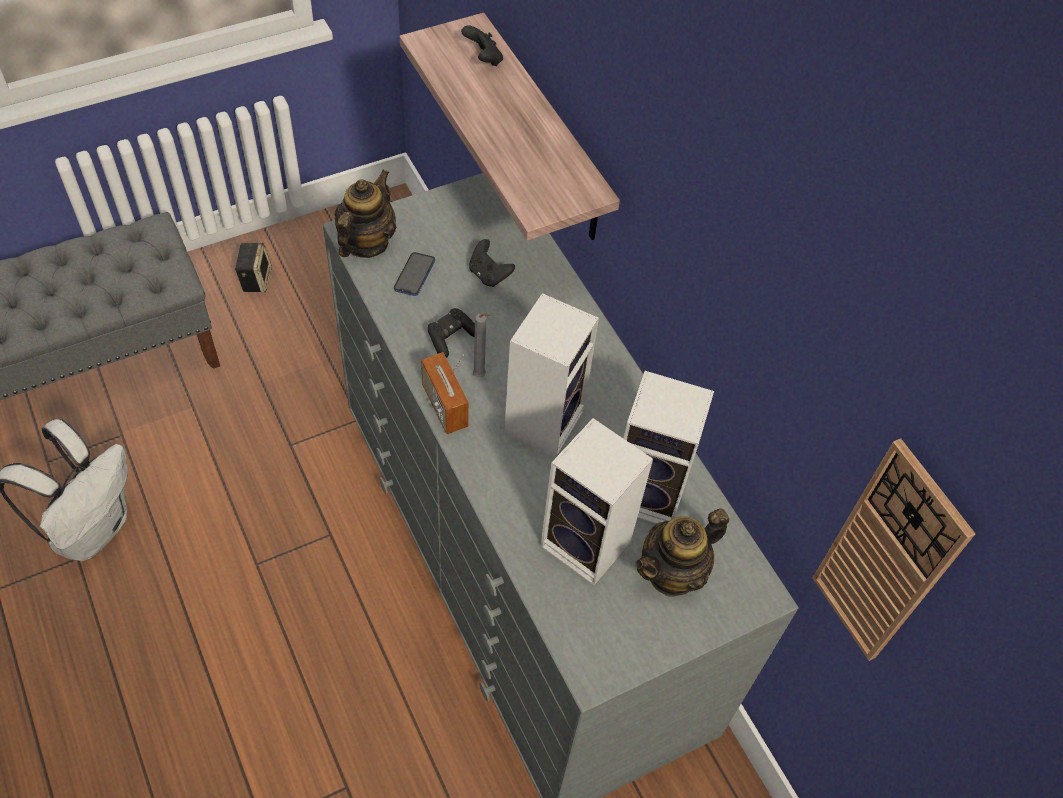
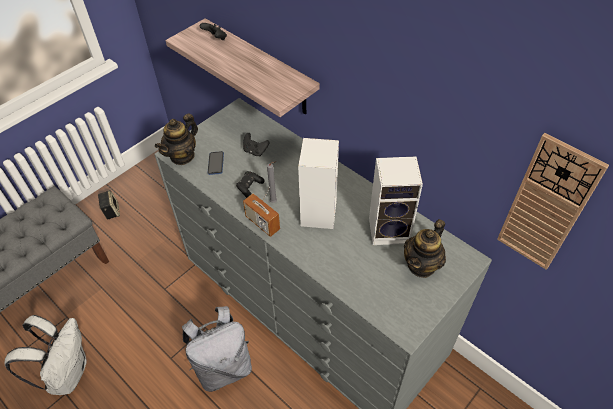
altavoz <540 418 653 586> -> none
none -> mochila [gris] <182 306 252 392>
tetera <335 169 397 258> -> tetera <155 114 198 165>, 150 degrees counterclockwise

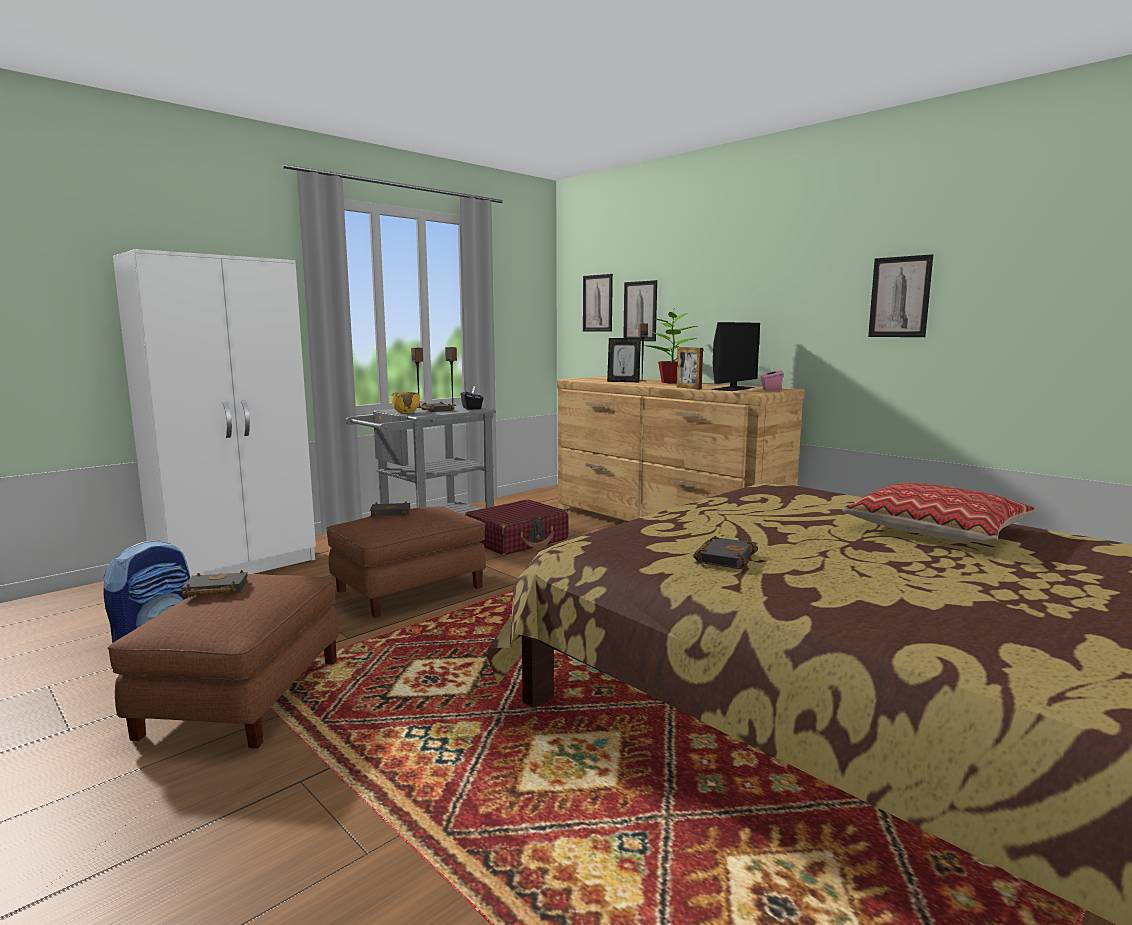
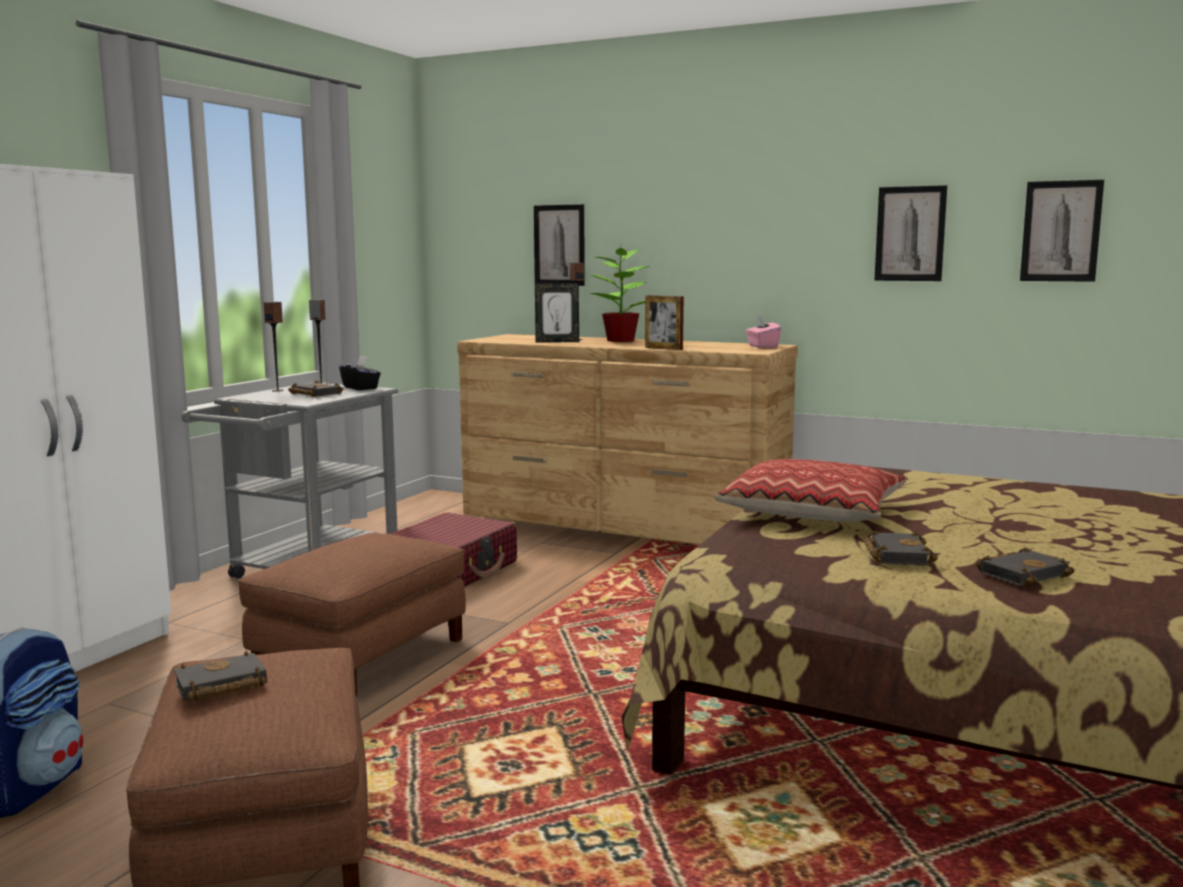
cuenco [amarillo] <391 392 420 413> -> none
monitor <712 322 760 391> -> none
libro [negro] <370 501 410 517> -> libro [negro] <976 547 1075 587>, moved
cuadro <583 274 613 332> -> cuadro <1020 180 1104 282>, moved
cojín <842 483 1036 542> -> cojín <714 459 906 522>, moved

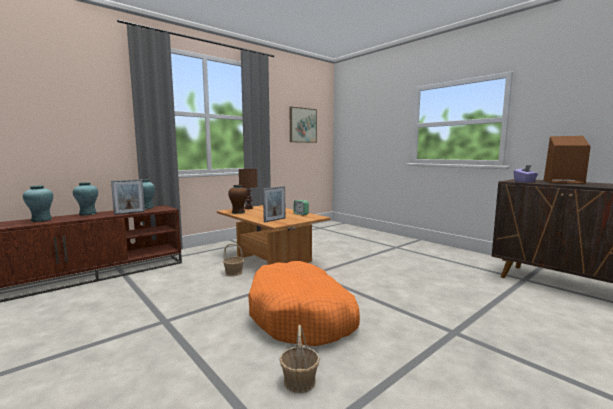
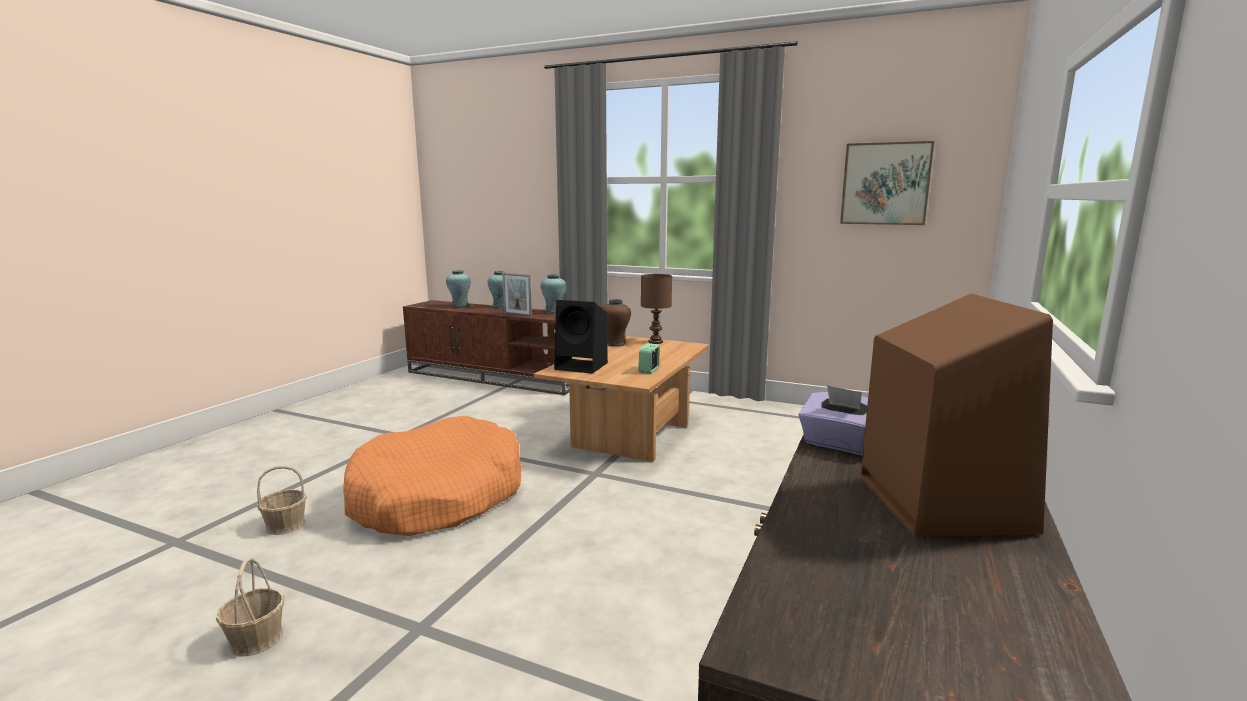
cesta <223 243 244 276> -> cesta <216 558 285 656>, moved
portarretratos <263 186 286 222> -> altavoz [negro] <554 300 608 373>

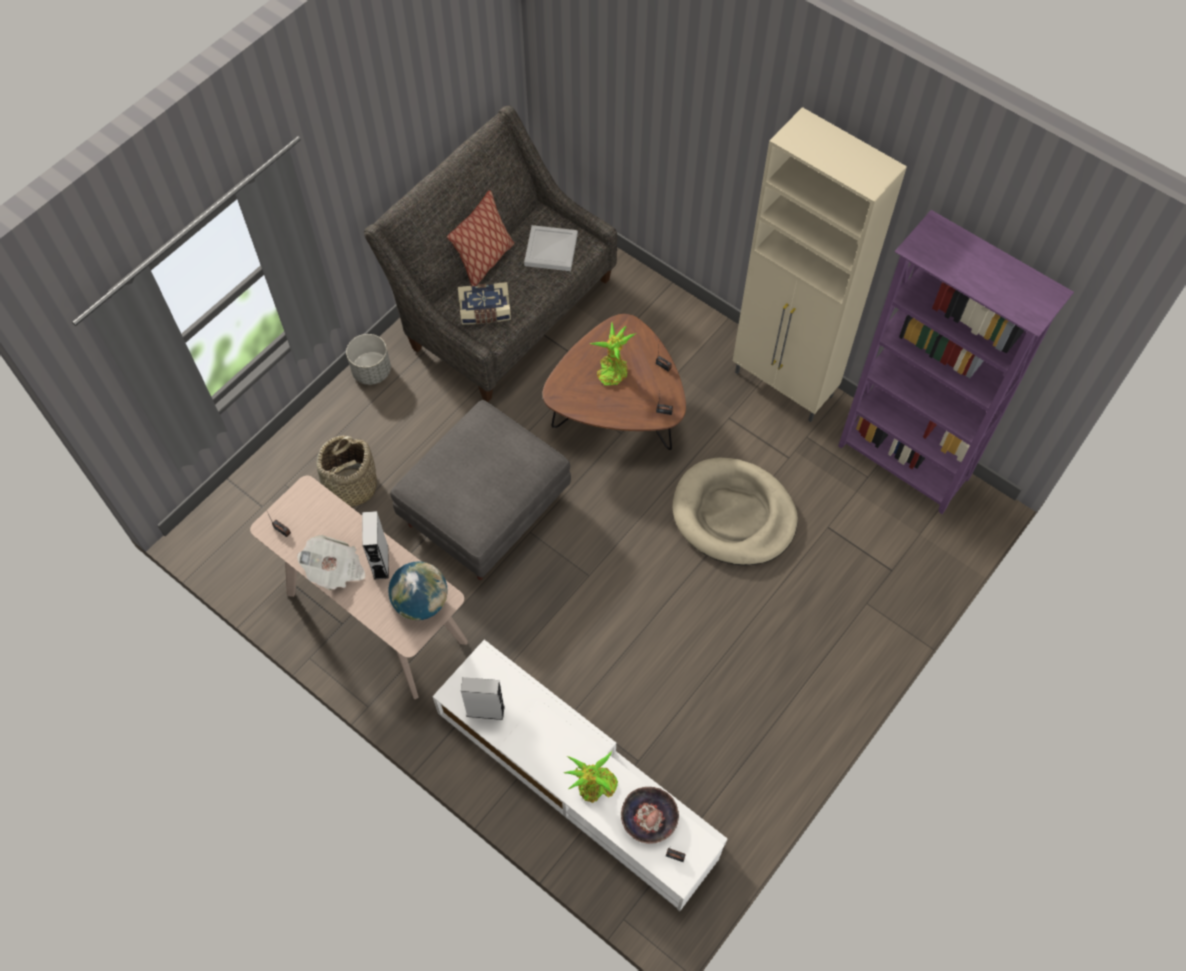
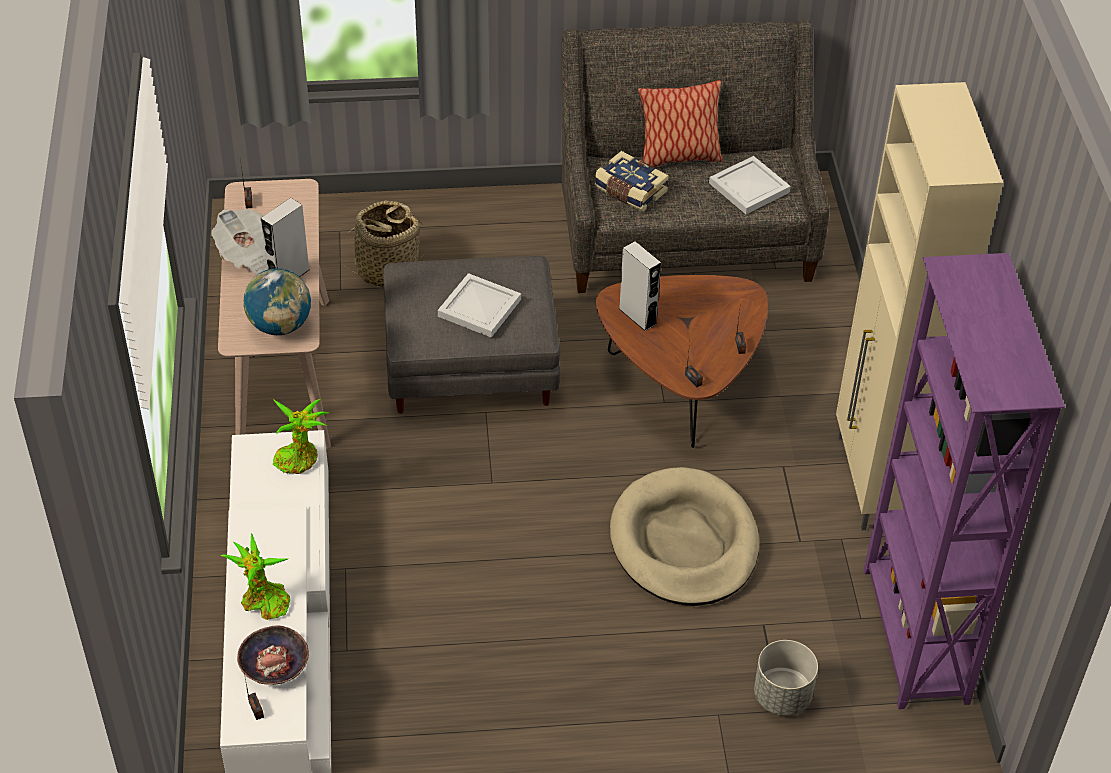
none -> bandeja [blanco] <438 273 521 338>
maceta [gris] <346 334 391 385> -> maceta [gris] <754 640 818 716>, moved
altavoz [gris] <461 677 505 720> -> altavoz [gris] <619 241 661 331>, moved
planta en maceta <589 322 637 385> -> planta en maceta <273 399 329 474>, moved

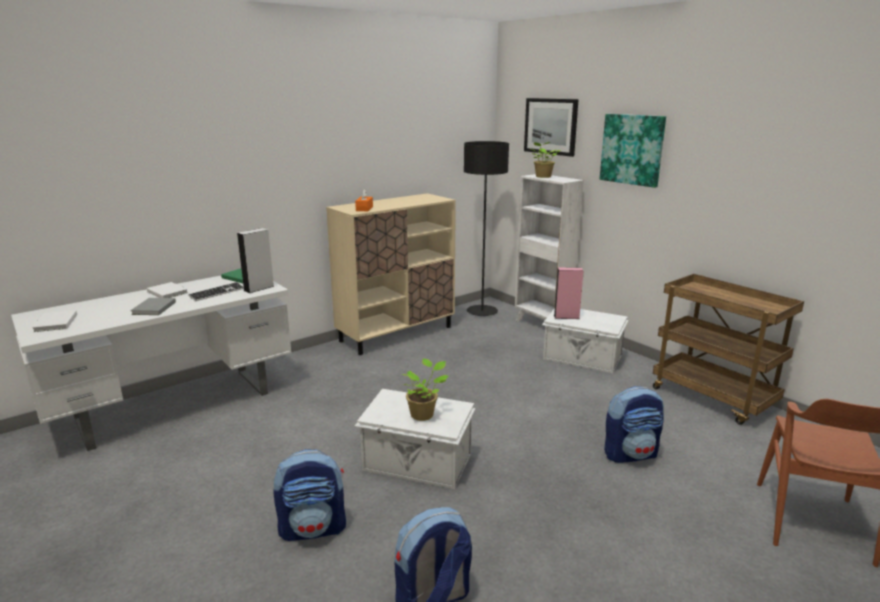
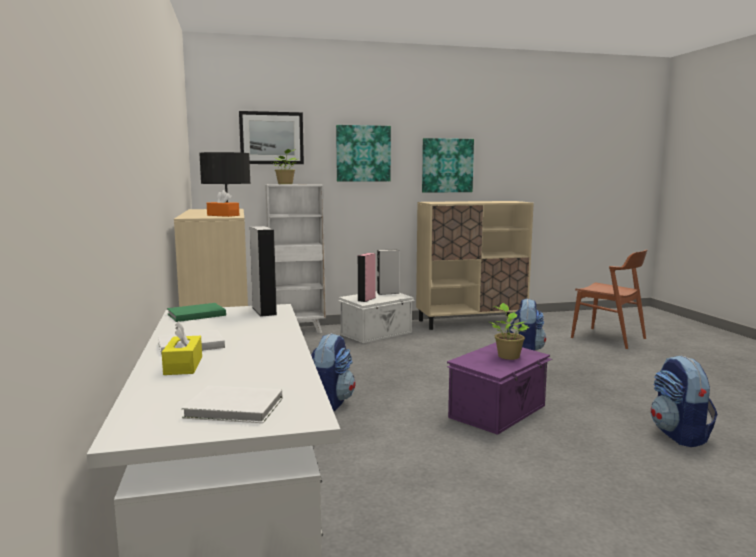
libro [gris] <130 298 176 315> -> none
teclado <188 282 244 301> -> none
none -> caja de pañuelos [amarillo] <162 321 202 375>
none -> altavoz [gris] <377 250 399 295>
none -> cuadro <422 138 474 193>
mochila <273 449 346 541> -> mochila <311 333 356 411>, moved
carrito [marrón] <653 274 804 425> -> armario [beis] <416 201 534 330>
caja de almacenaje [blanco] <355 389 476 489> -> caja de almacenaje [morado] <447 343 552 435>

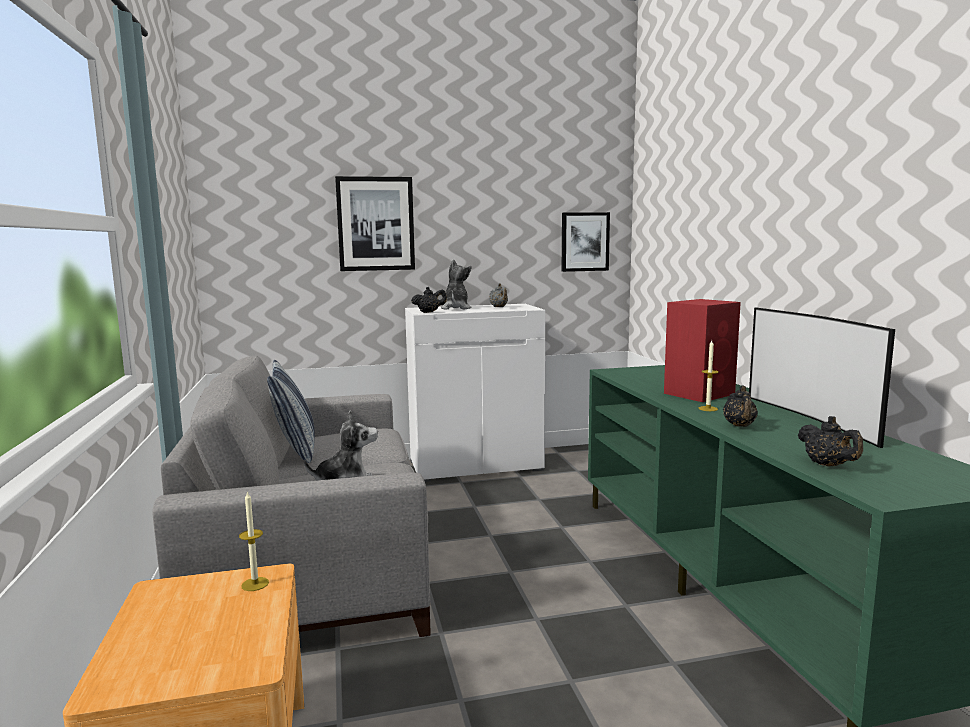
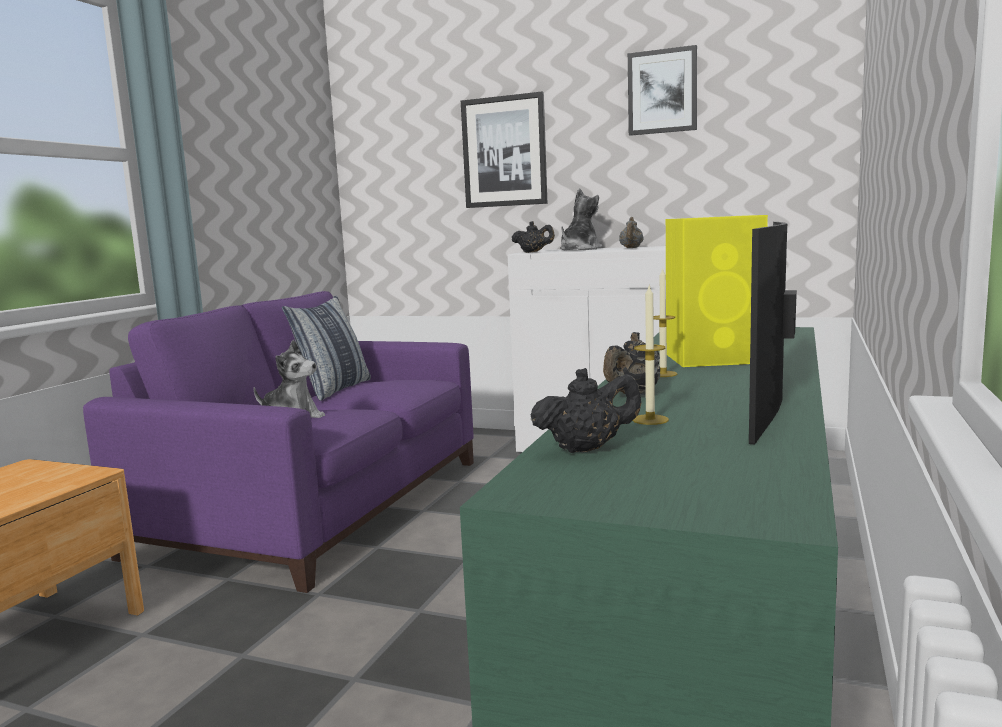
vela <239 491 269 591> -> vela <633 286 669 425>, moved
cuadro <562 212 610 272> -> cuadro <628 45 697 136>, moved
sofá [gris] <152 356 431 637> -> sofá [morado] <83 291 474 593>
altavoz [rojo] <664 299 741 402> -> altavoz [amarillo] <666 215 768 367>
tetera [negro] <798 416 863 466> -> tetera [negro] <530 368 641 453>, 120 degrees counterclockwise

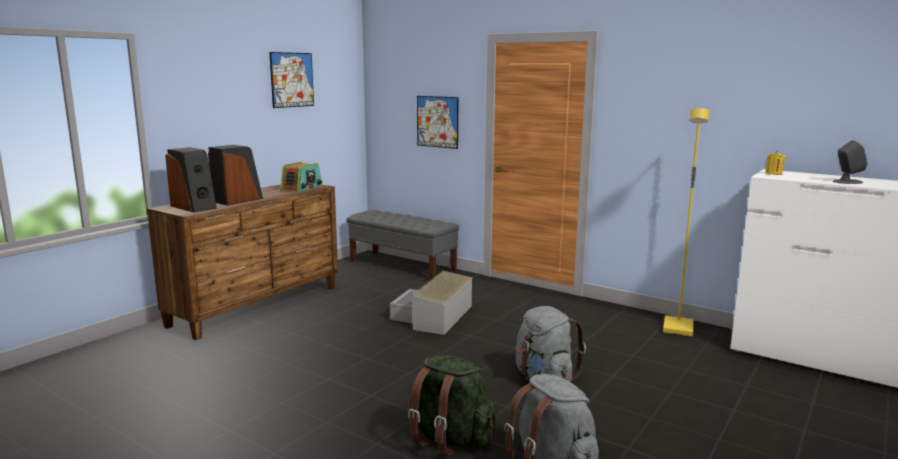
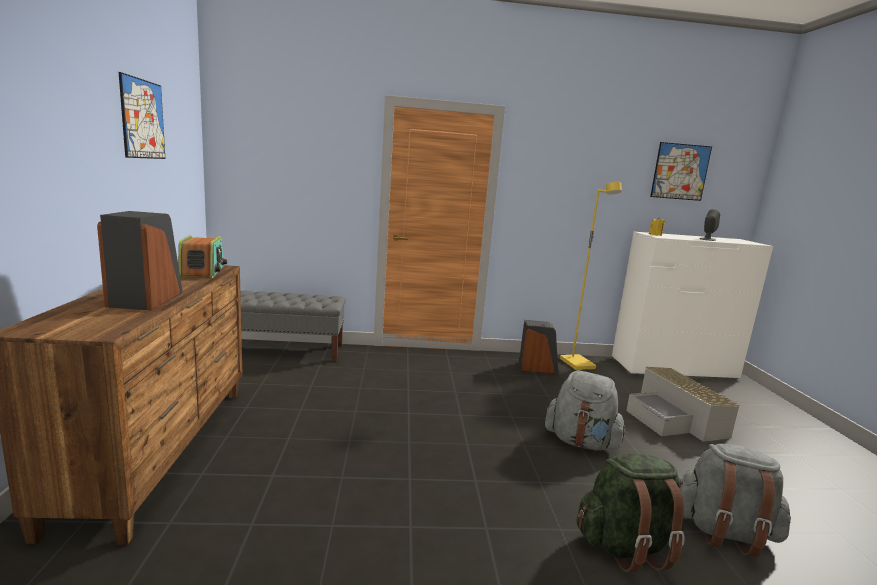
altavoz <165 147 217 213> -> altavoz <519 320 558 374>, moved
caja de almacenaje [gris] <390 271 473 335> -> caja de almacenaje [gris] <626 367 740 442>, moved
cuadro <417 96 458 149> -> cuadro <650 142 712 201>, moved

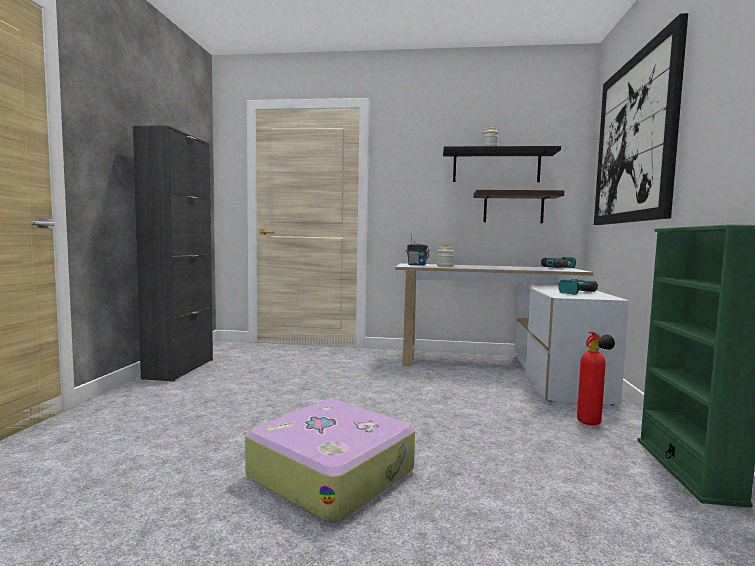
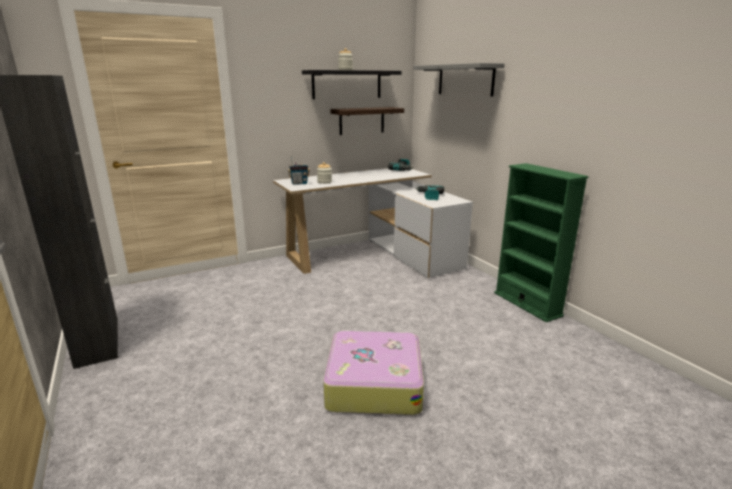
extintor <577 332 615 425> -> none
cuadro <594 13 688 225> -> estante [gris] <413 63 504 97>

